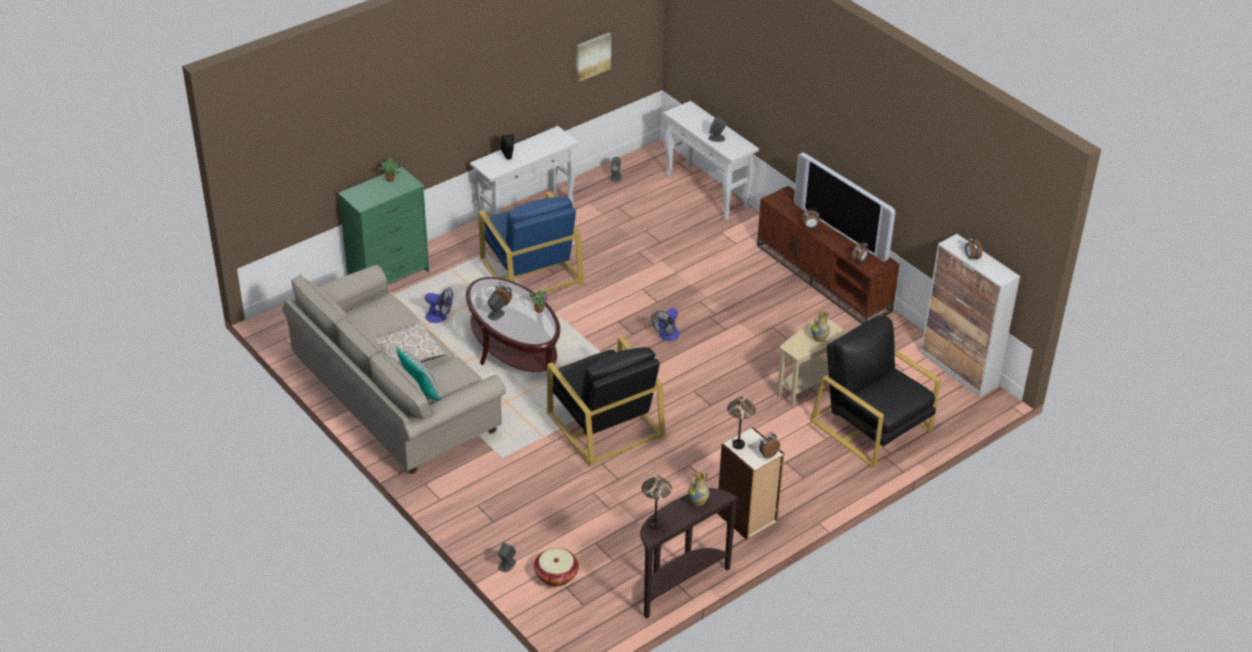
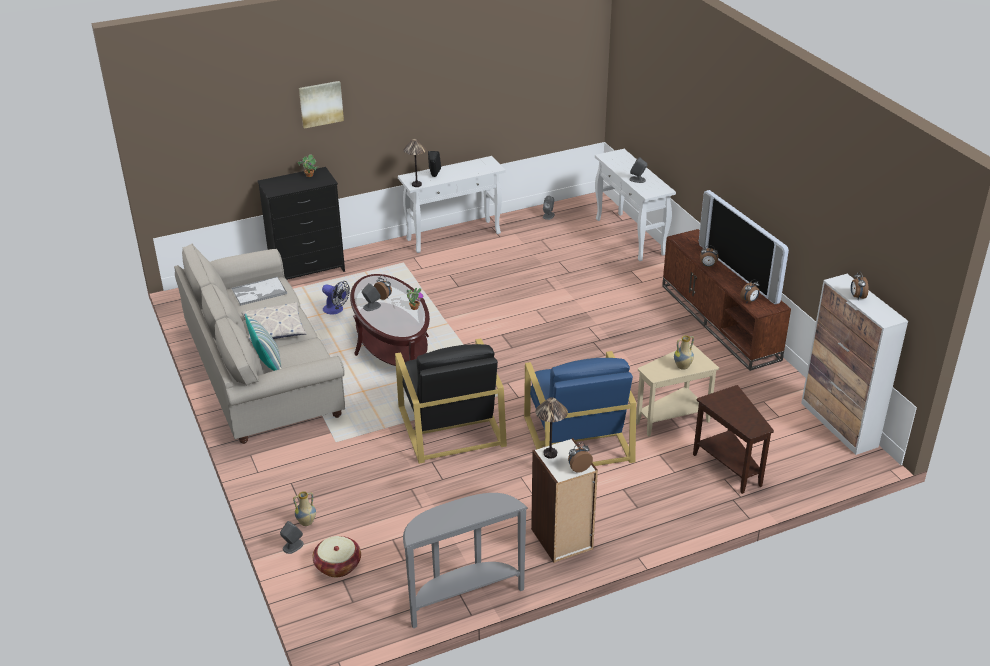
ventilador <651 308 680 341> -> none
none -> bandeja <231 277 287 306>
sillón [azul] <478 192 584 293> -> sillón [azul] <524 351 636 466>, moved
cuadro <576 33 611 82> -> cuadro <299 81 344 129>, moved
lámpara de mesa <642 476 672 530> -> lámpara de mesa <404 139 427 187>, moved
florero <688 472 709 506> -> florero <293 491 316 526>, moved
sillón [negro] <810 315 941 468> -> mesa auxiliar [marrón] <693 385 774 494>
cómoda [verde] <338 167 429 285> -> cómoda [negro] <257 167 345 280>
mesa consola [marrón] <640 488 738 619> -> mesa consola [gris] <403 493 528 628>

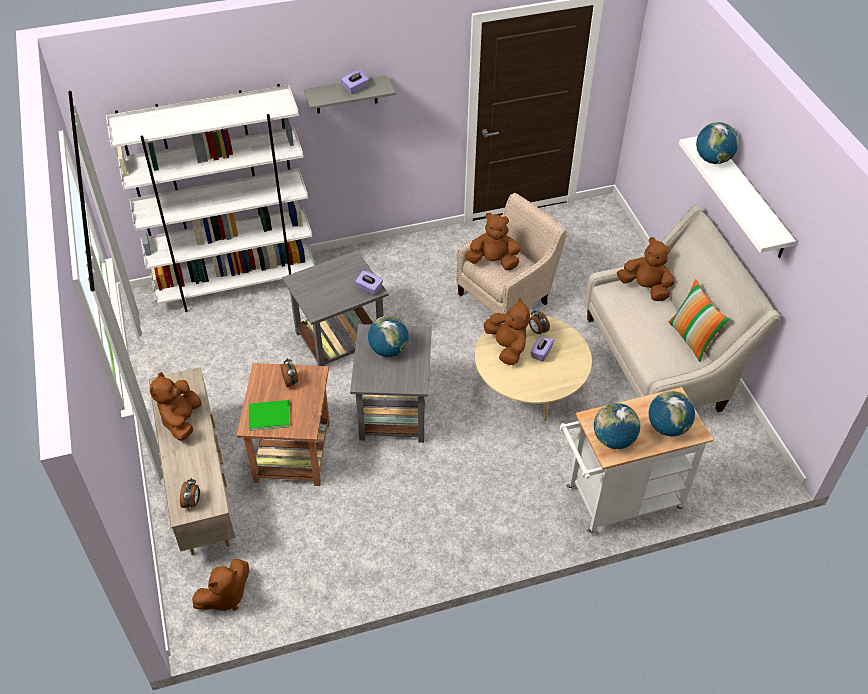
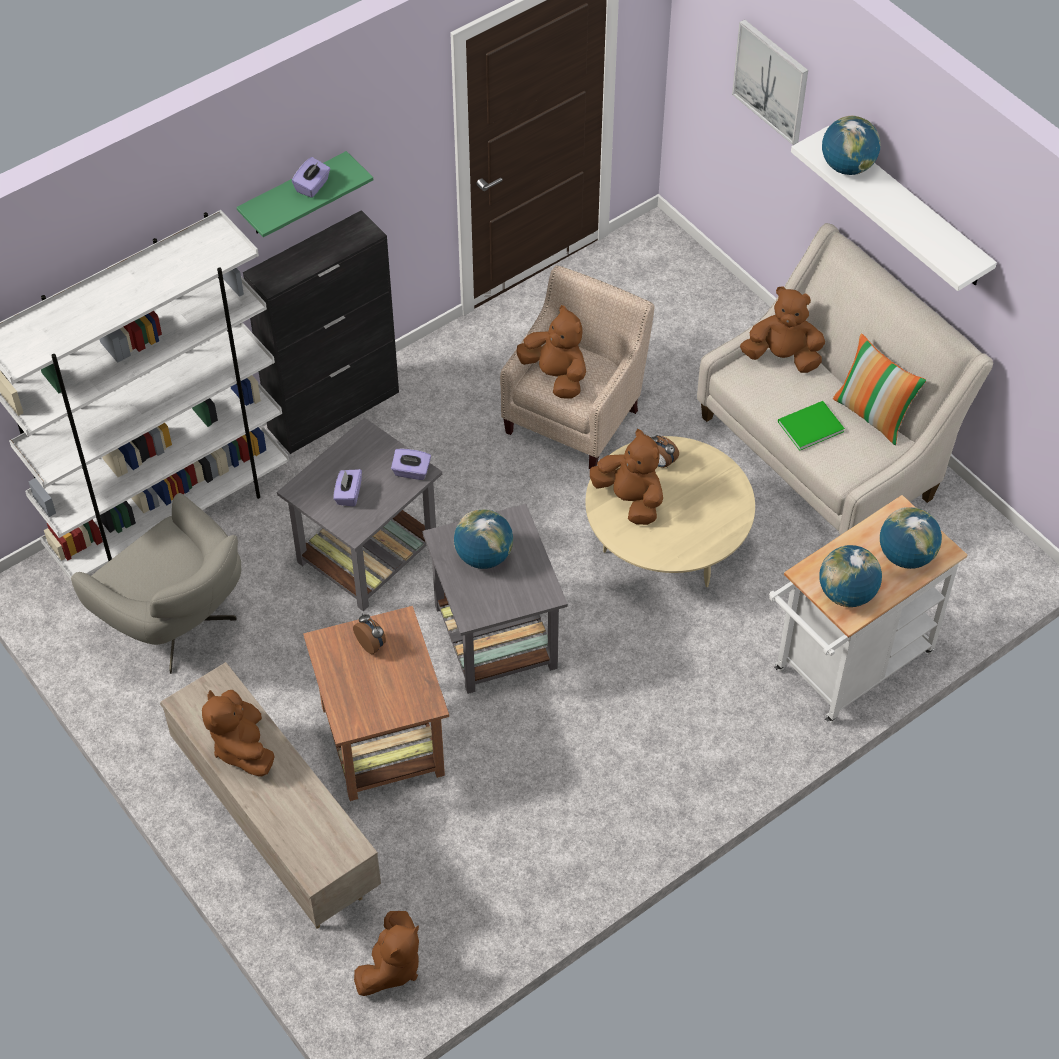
despertador <180 478 200 508> -> none
none -> sillón [gris] <71 493 241 674>
none -> armario [negro] <243 210 399 454>
none -> cuadro <732 19 808 145>
libro [verde] <249 400 290 431> -> libro [verde] <778 401 845 451>, moved
caja de pañuelos [morado] <530 337 554 362> -> caja de pañuelos [morado] <333 469 362 507>, moved
estante [gris] <304 75 396 113> -> estante [verde] <237 151 373 237>
peluche [marrón] <464 213 521 270> -> peluche [marrón] <517 305 586 399>, 60 degrees clockwise

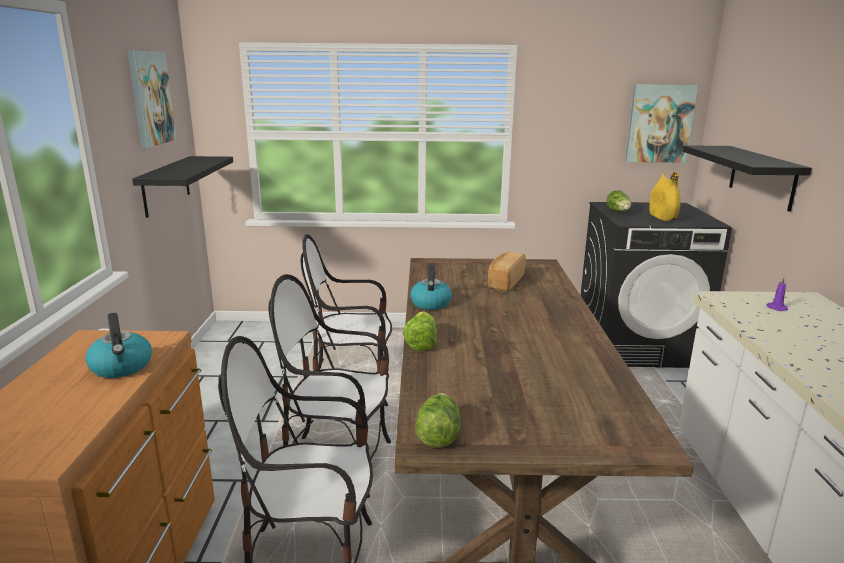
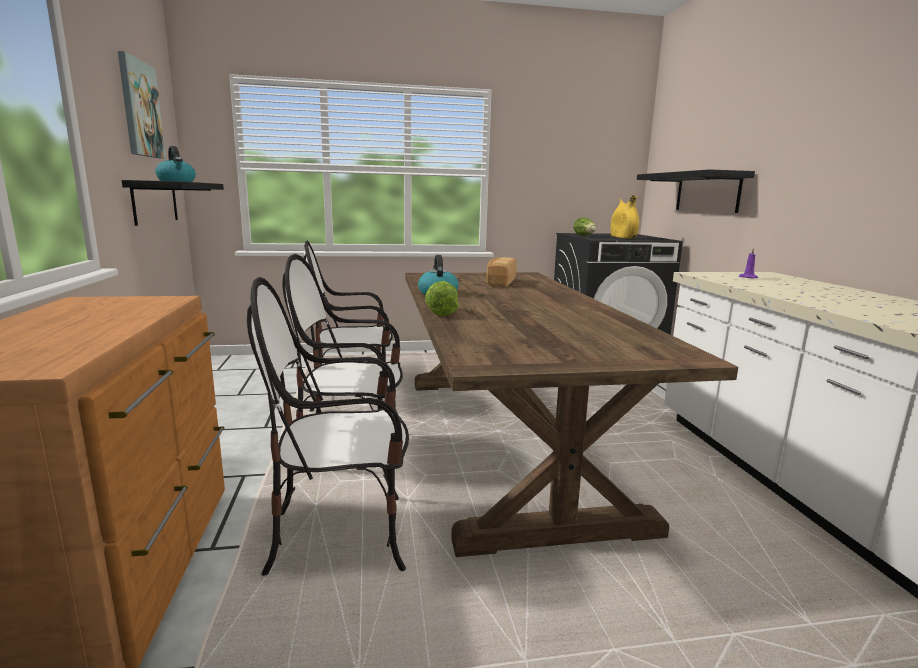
lechuga <415 393 461 448> -> none
cuadro <625 84 698 163> -> none
hervidor <85 313 152 378> -> hervidor <155 146 196 182>, moved

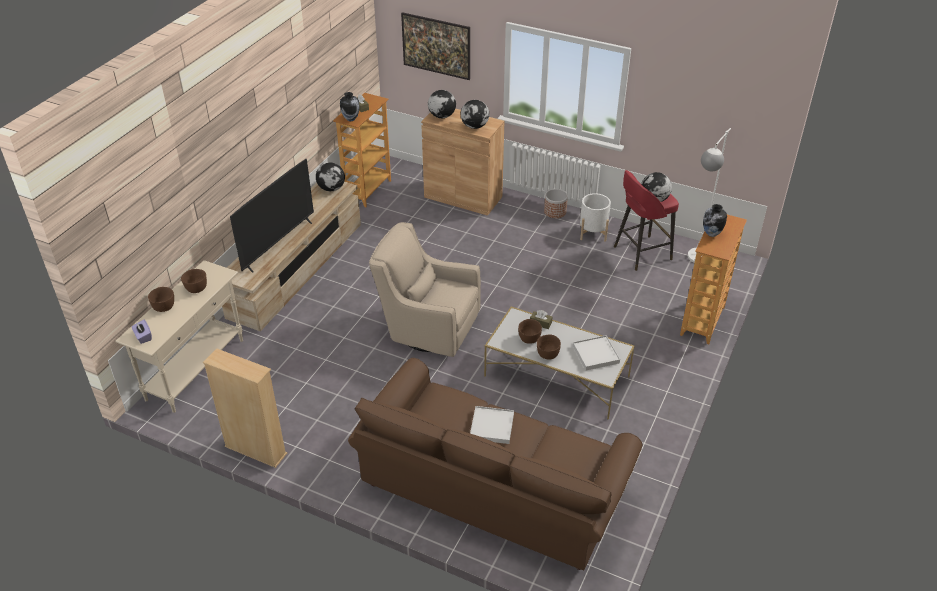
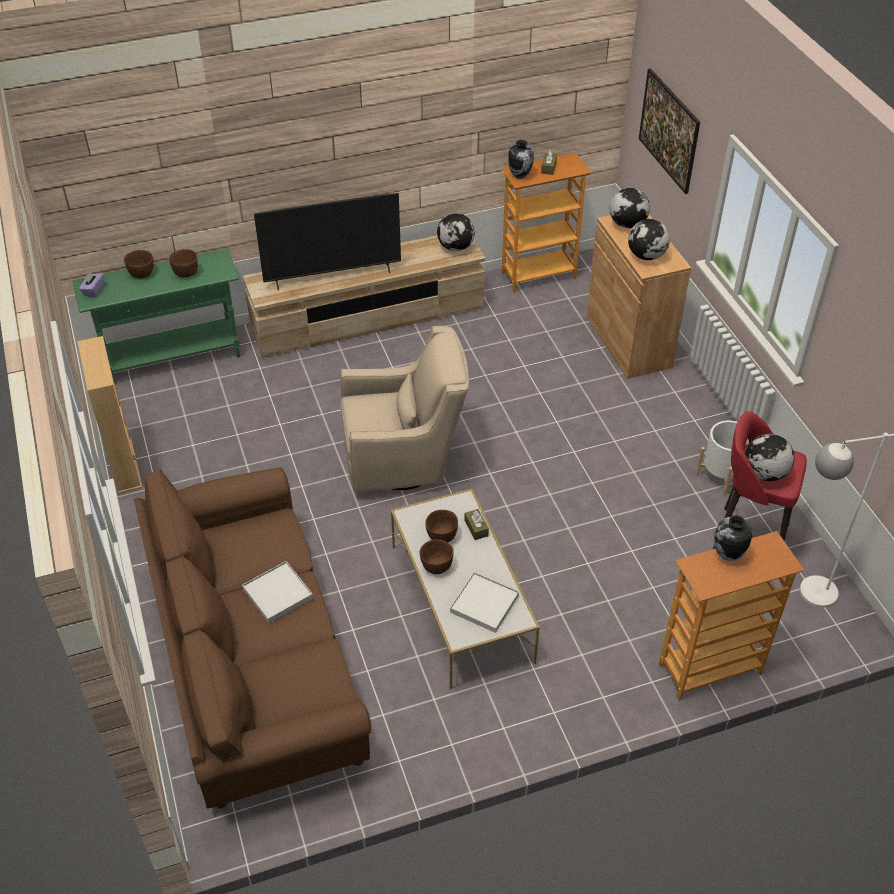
maceta <544 189 568 218> -> none
mesa consola [beis] <115 260 243 413> -> mesa consola [verde] <73 249 240 383>
sillón [beis] <369 222 481 357> -> sillón [beis] <340 326 469 493>, 105 degrees clockwise

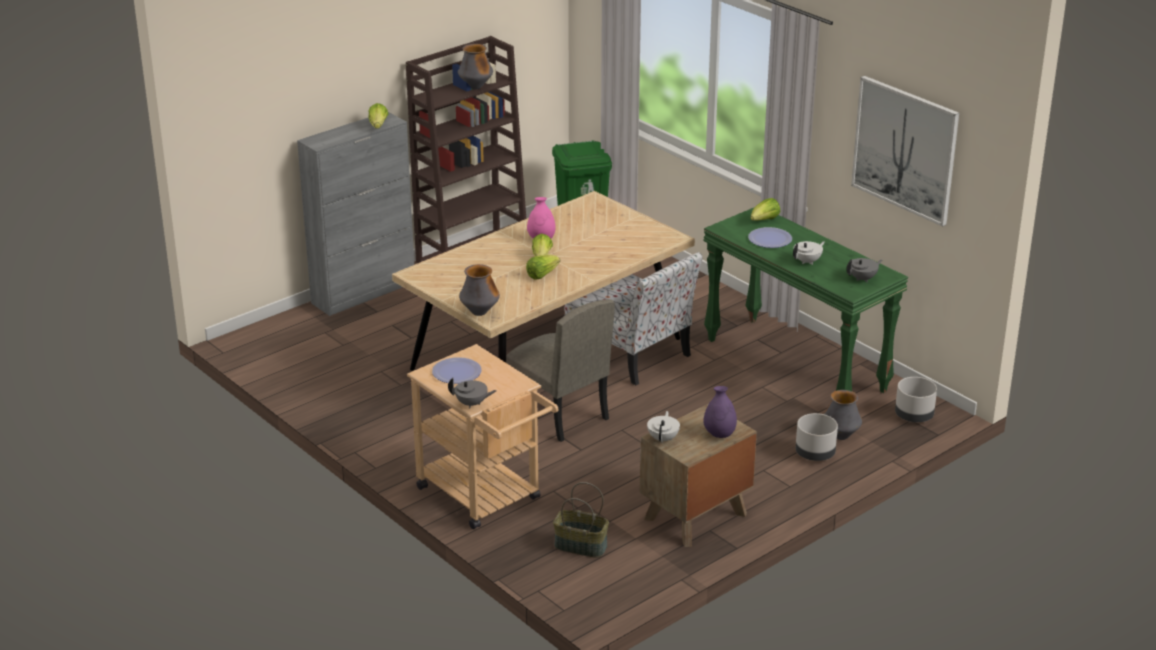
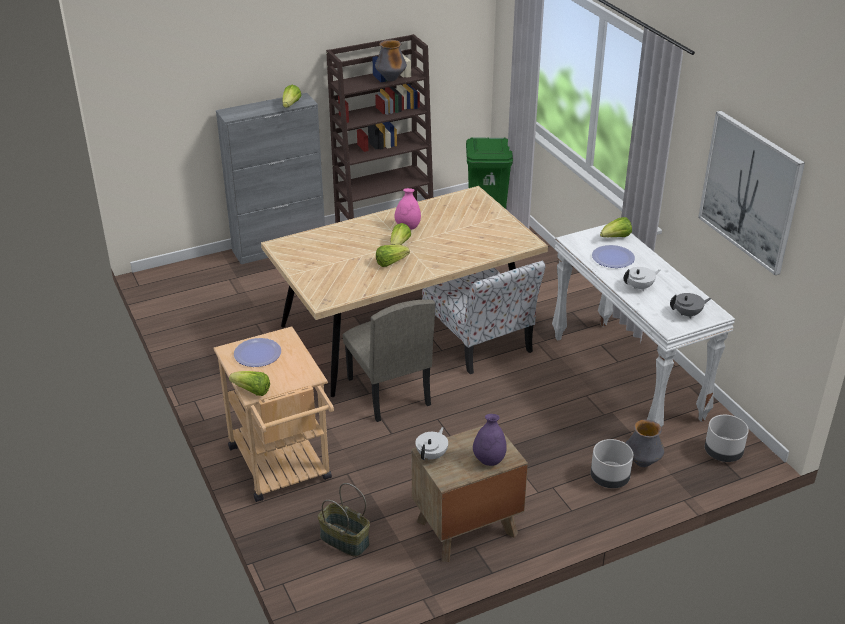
florero <459 264 500 316> -> none
tetera [gris] <448 378 496 409> -> lechuga <229 371 270 396>
mesa consola [verde] <703 207 908 393> -> mesa consola [blanco] <552 224 735 427>

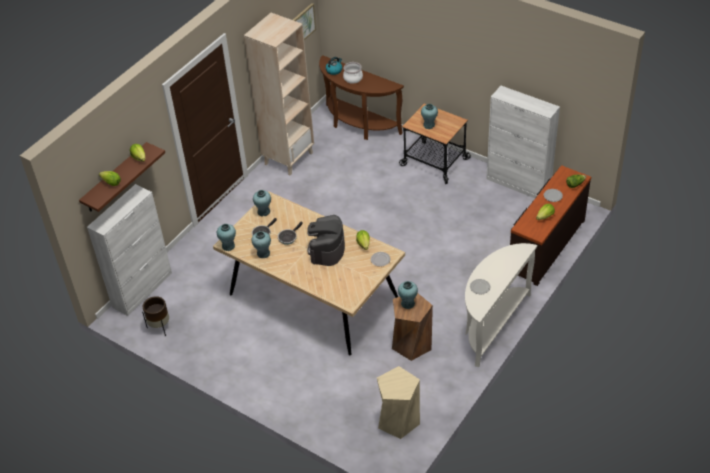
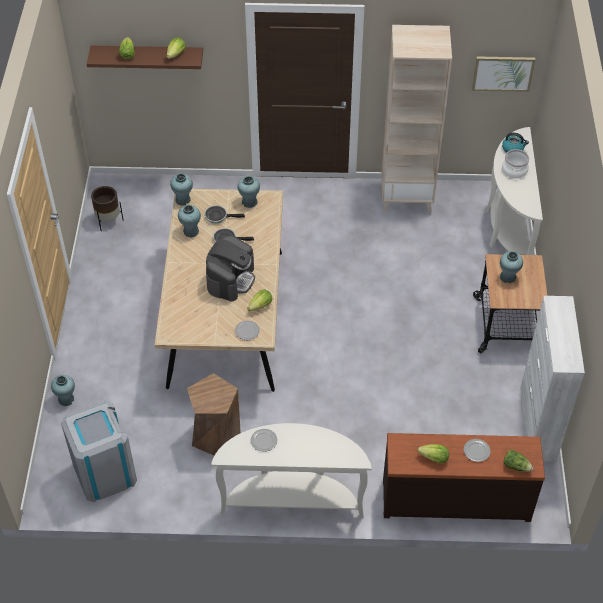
armario [blanco] <87 184 172 316> -> none
florero [turquesa] <398 281 418 309> -> florero [turquesa] <51 375 75 406>, moved
taburete [beis] <377 366 420 439> -> papelera [gris] <61 402 137 502>
mesa consola [marrón] <319 55 404 140> -> mesa consola [blanco] <486 127 543 255>
cafetera <307 215 345 266> -> cafetera <206 235 255 302>, 135 degrees clockwise

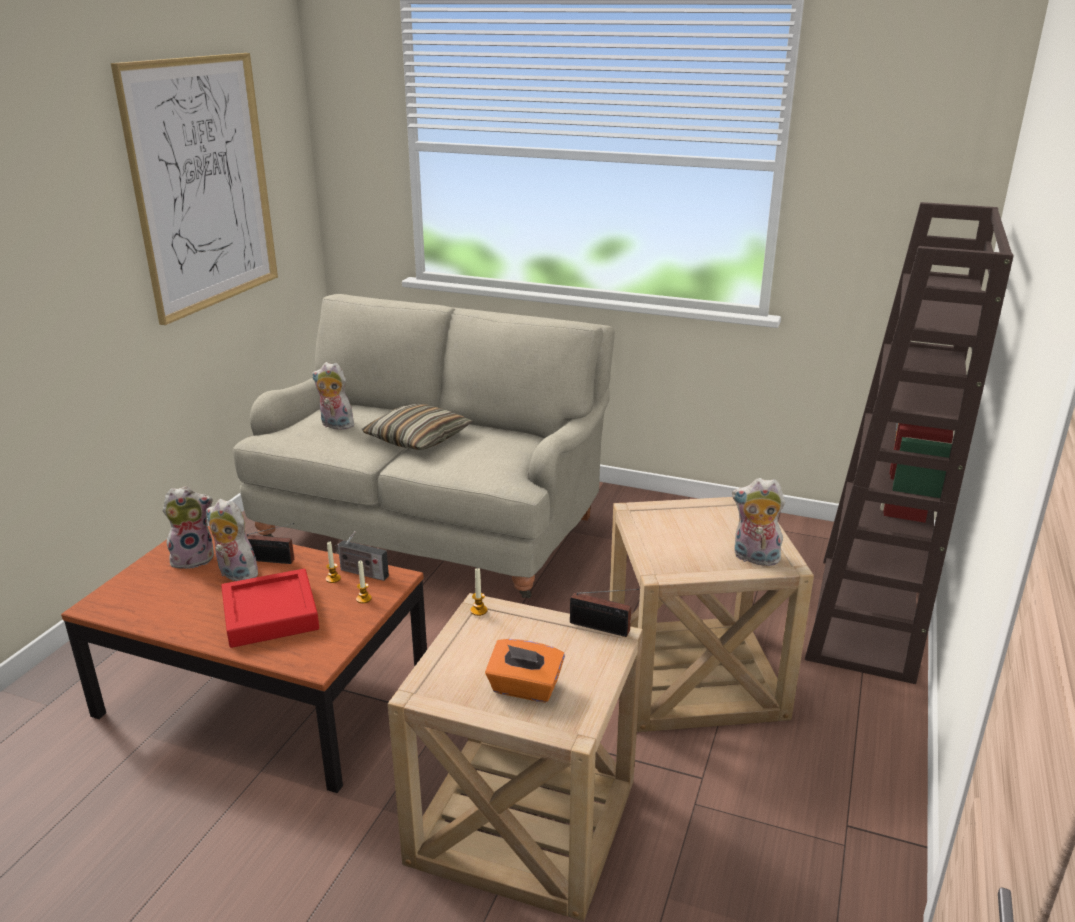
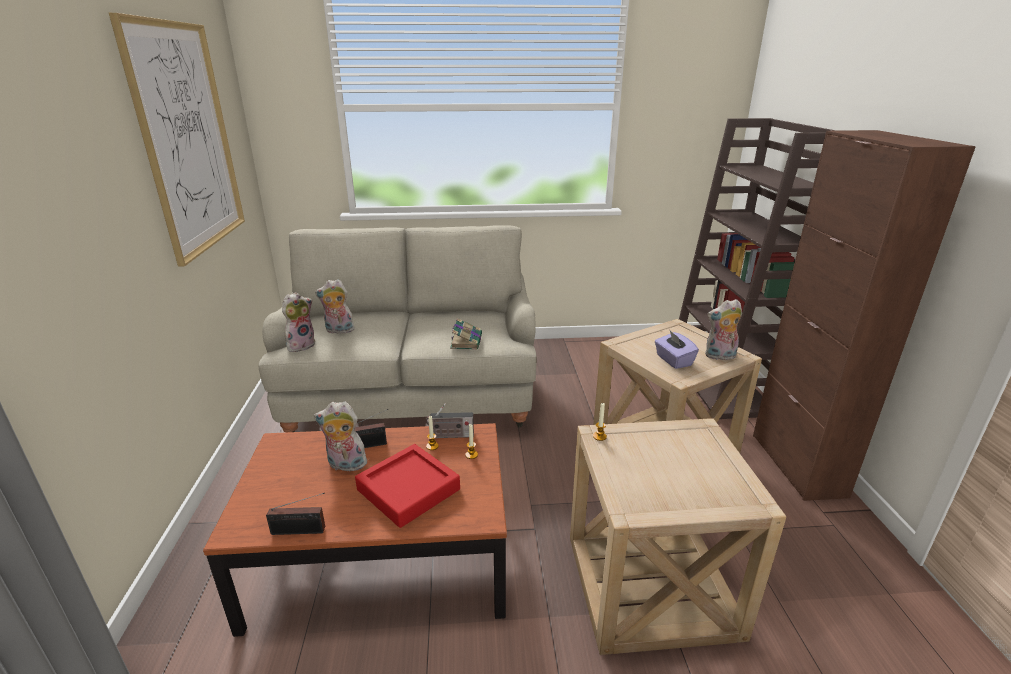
cojín <362 403 473 450> -> none
caja de pañuelos [naranja] <485 639 565 702> -> none
none -> libro <450 318 482 350>
none -> caja de pañuelos [morado] <655 331 699 369>
none -> armario [marrón] <753 130 976 501>
peluche <162 486 214 569> -> peluche <282 292 315 352>, moved
radio <570 589 639 637> -> radio <266 493 325 535>, moved

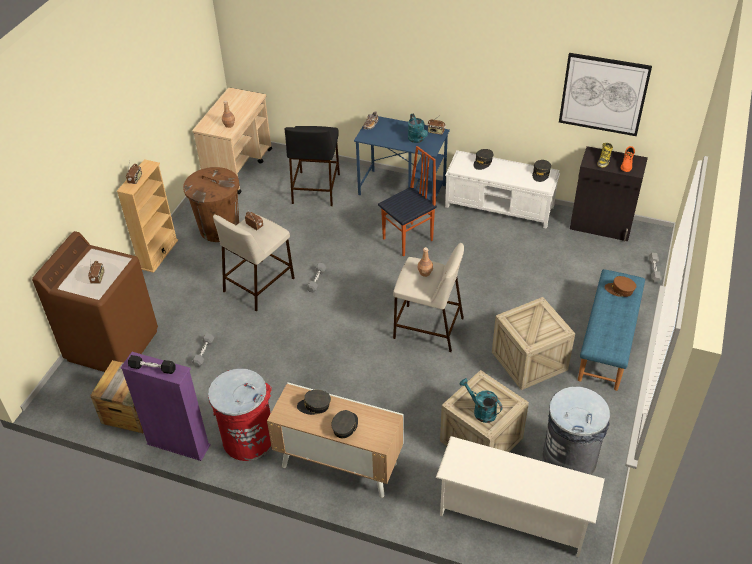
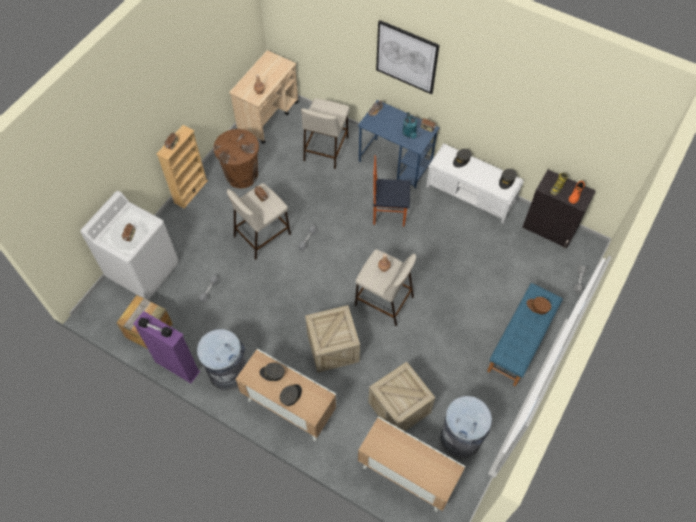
regadera [turquesa] <459 378 502 423> -> none
caja de embalaje <492 297 575 390> -> caja de embalaje <305 305 360 373>, moved
cuadro <559 53 652 136> -> cuadro <376 20 439 94>, moved
zapatero [blanco] <436 436 605 557> -> armario <358 416 466 512>
lavadora [marrón] <32 231 158 372> -> lavadora [blanco] <80 191 179 300>
papelera [rojo] <208 368 272 461> -> papelera [gris] <197 329 246 391>
taburete [negro] <285 126 340 206> -> taburete [beis] <301 98 349 169>
silla <378 146 437 257> -> silla <373 155 410 227>, 150 degrees counterclockwise

